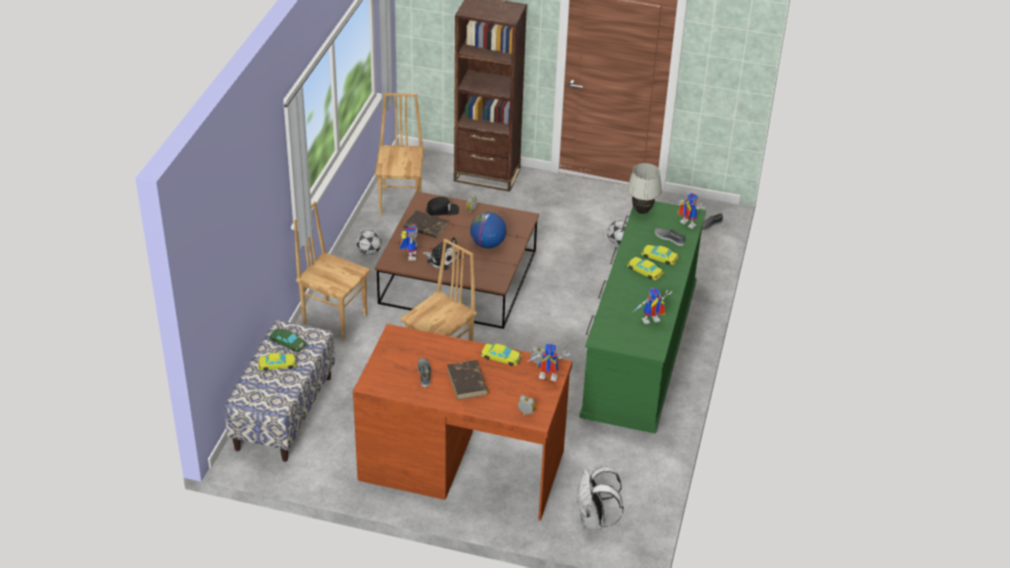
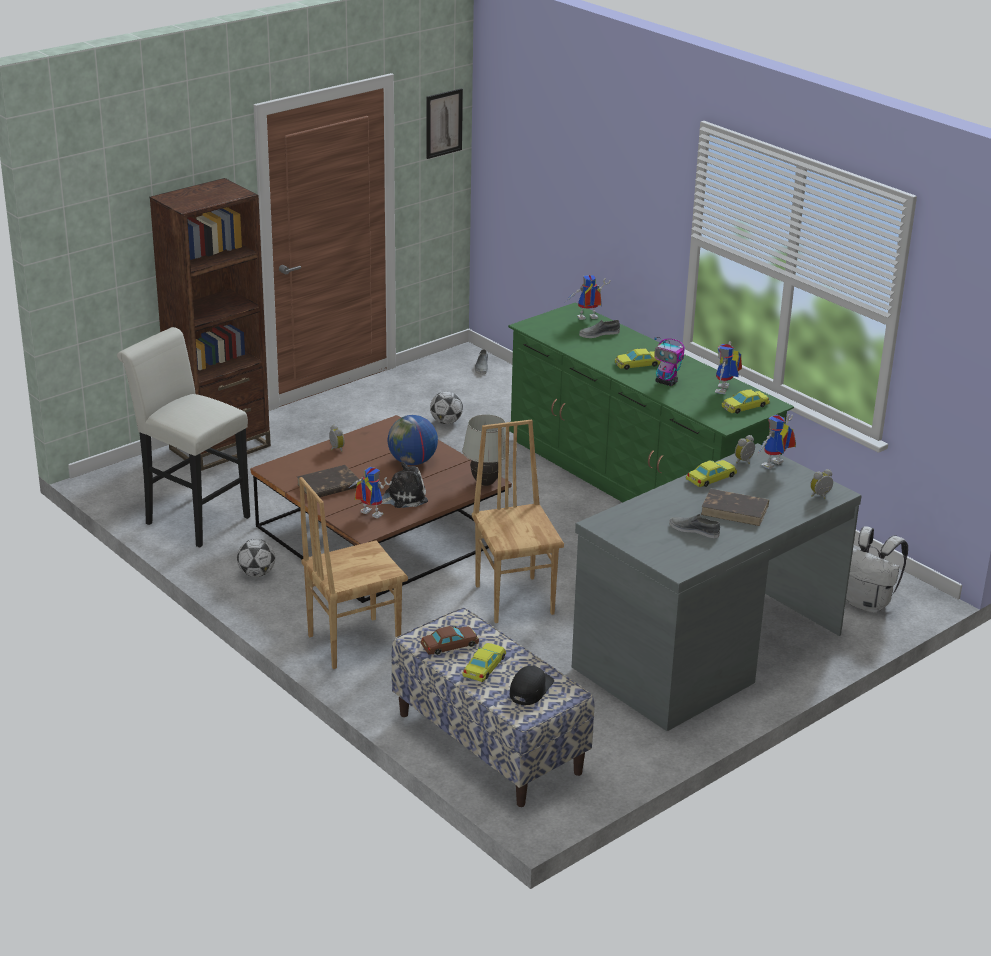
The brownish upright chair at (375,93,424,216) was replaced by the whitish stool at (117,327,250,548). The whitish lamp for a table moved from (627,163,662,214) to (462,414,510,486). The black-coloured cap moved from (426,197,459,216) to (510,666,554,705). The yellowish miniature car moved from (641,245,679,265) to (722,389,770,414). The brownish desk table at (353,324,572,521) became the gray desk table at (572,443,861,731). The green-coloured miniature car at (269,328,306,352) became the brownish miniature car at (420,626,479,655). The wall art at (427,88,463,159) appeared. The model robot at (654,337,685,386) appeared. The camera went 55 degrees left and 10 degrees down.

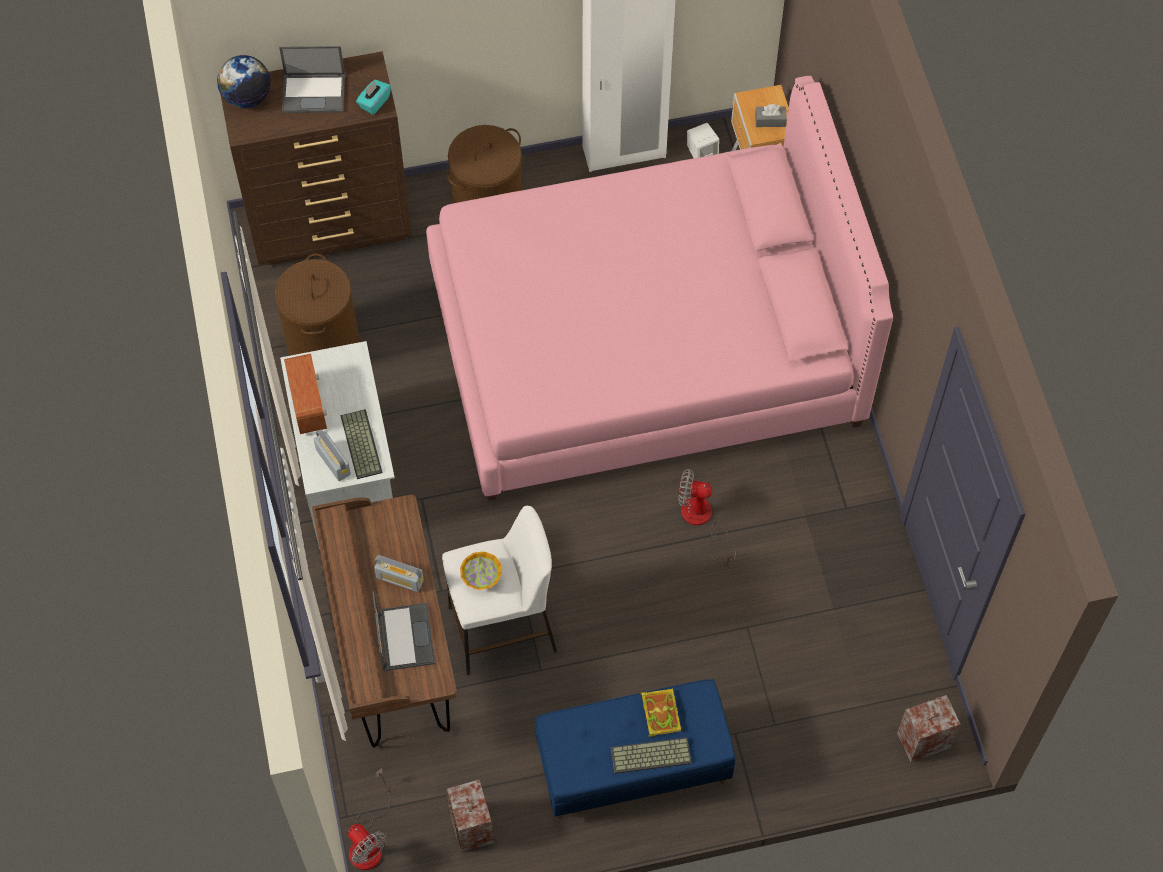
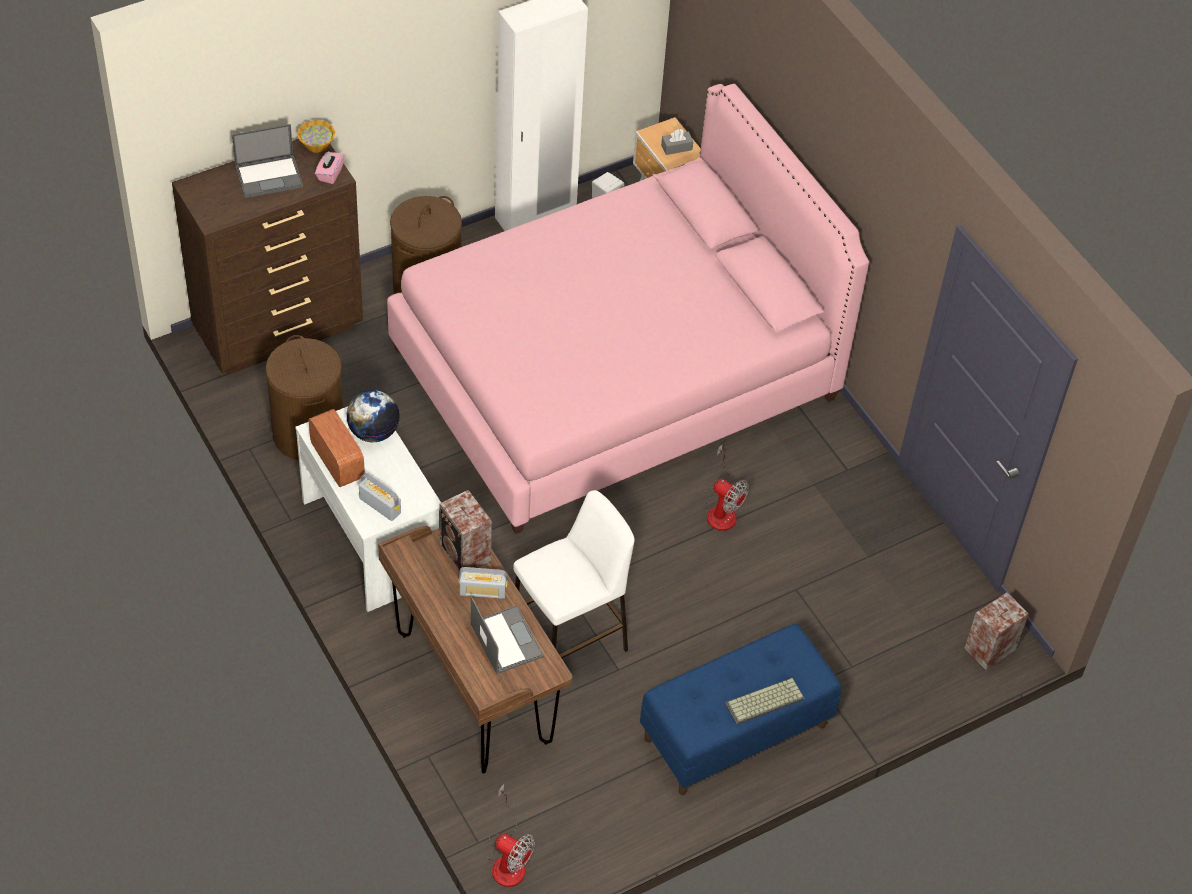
The globe moved from (217,55,271,108) to (347,390,400,442). The turquoise-coloured box of tissues at (356,79,391,115) became the pink-coloured box of tissues at (315,151,344,184). The PC keyboard at (340,409,383,479) disappeared. The electric fan at (678,469,736,565) turned 135 degrees counterclockwise. The serving bowl moved from (460,552,502,590) to (297,120,335,153). The book at (640,689,681,737) disappeared. The loudspeaker moved from (446,780,494,852) to (439,490,492,571). The camera went 20 degrees left and 10 degrees down.

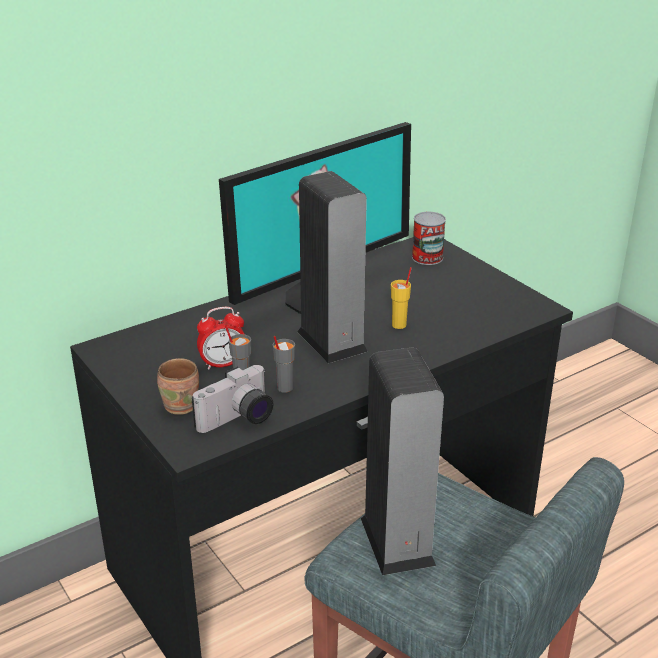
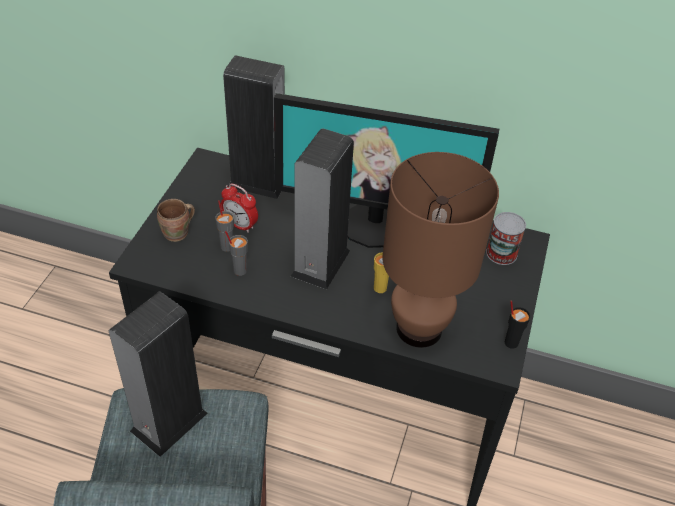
The still camera at (192,365,273,433) disappeared. The loudspeaker at (223,55,285,199) appeared. The brownish lamp for a table at (382,152,499,348) appeared. The black-coloured cup at (505,300,531,349) appeared. The camera went 50 degrees right and 15 degrees up.

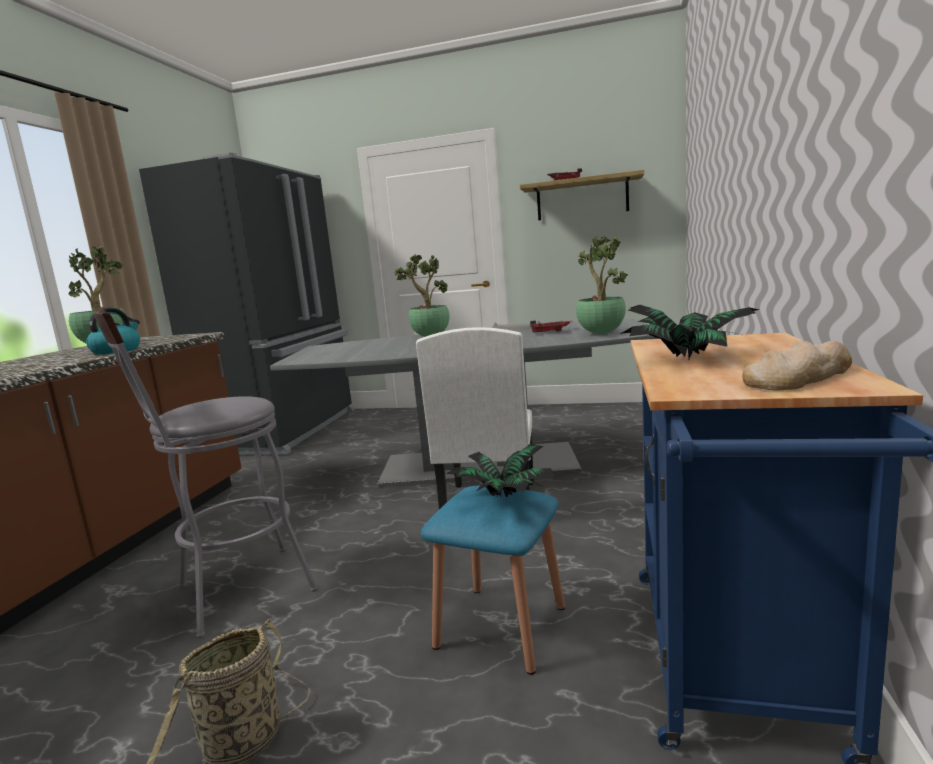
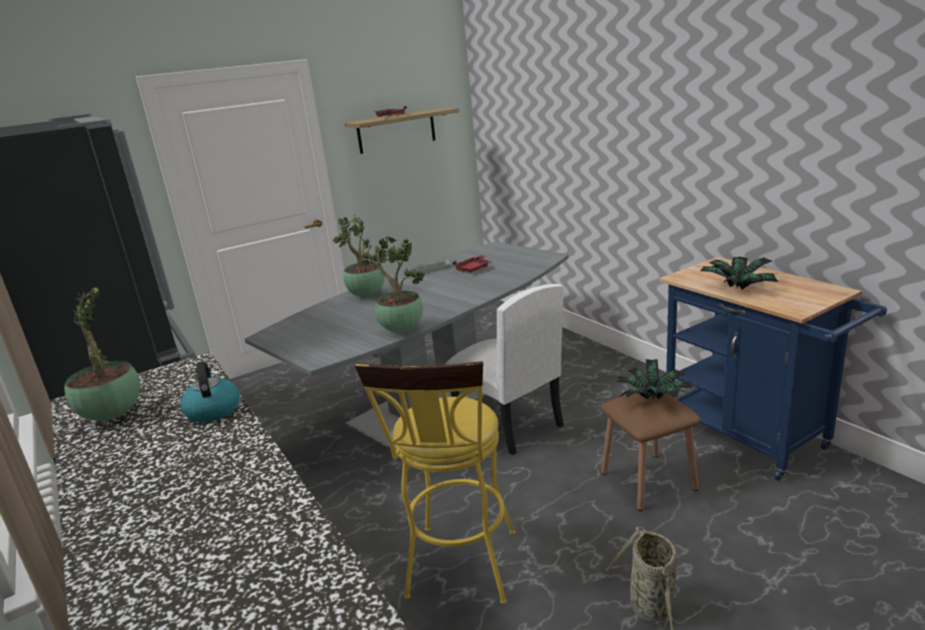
The potted plant moved from (576,236,628,334) to (362,236,425,333). The gray stool at (93,309,318,638) became the yellowish stool at (354,361,515,605). The bakery bread at (742,340,852,391) disappeared. The bluish stool at (421,486,565,675) became the brownish stool at (601,393,701,511). The camera went 45 degrees left and 10 degrees up.

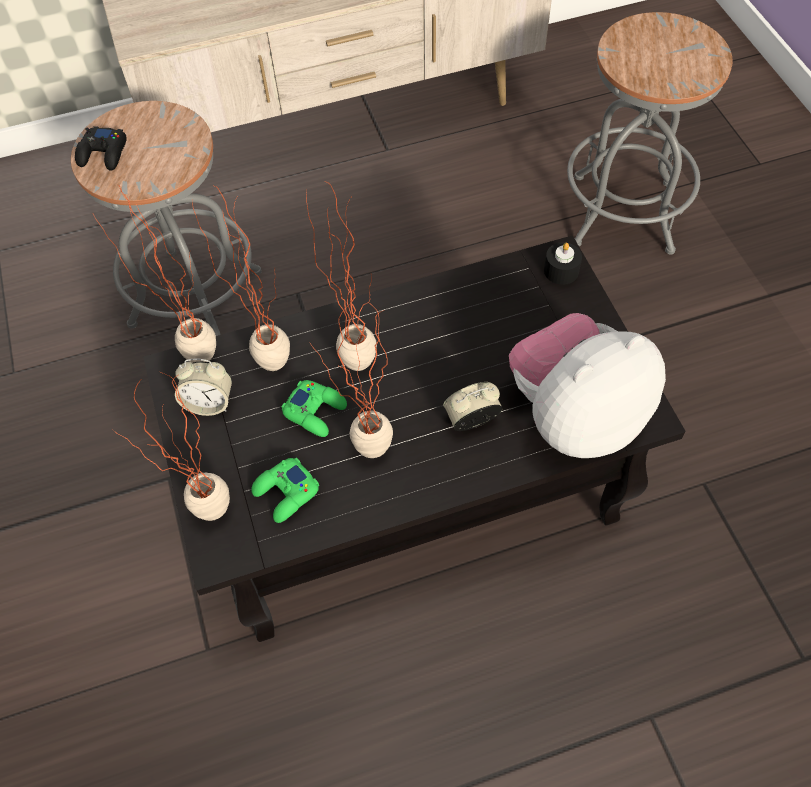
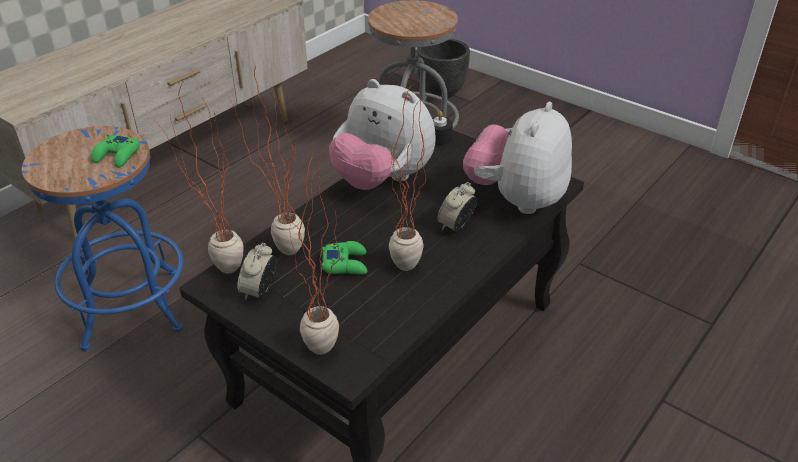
The gray stool at (71,101,262,336) became the bluish stool at (22,126,183,351). The black-coloured game controller at (75,126,127,171) disappeared. The potted plant at (306,181,377,371) disappeared. The bedside clock at (175,359,232,416) turned 135 degrees clockwise. The green-coloured game controller moved from (251,457,319,523) to (91,133,140,168). The black-coloured plant pot at (417,38,470,98) appeared. The cuddly toy at (329,79,436,190) appeared. The camera went 35 degrees left and 20 degrees down.

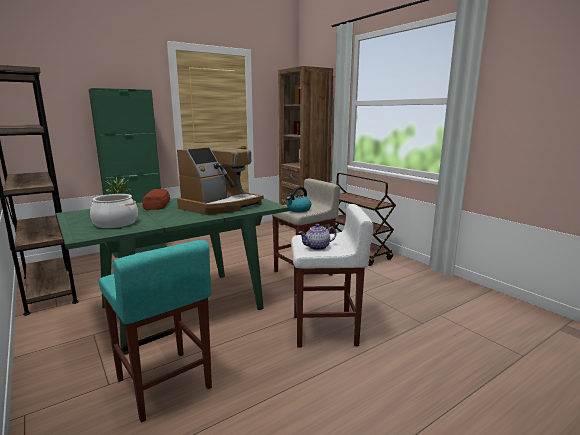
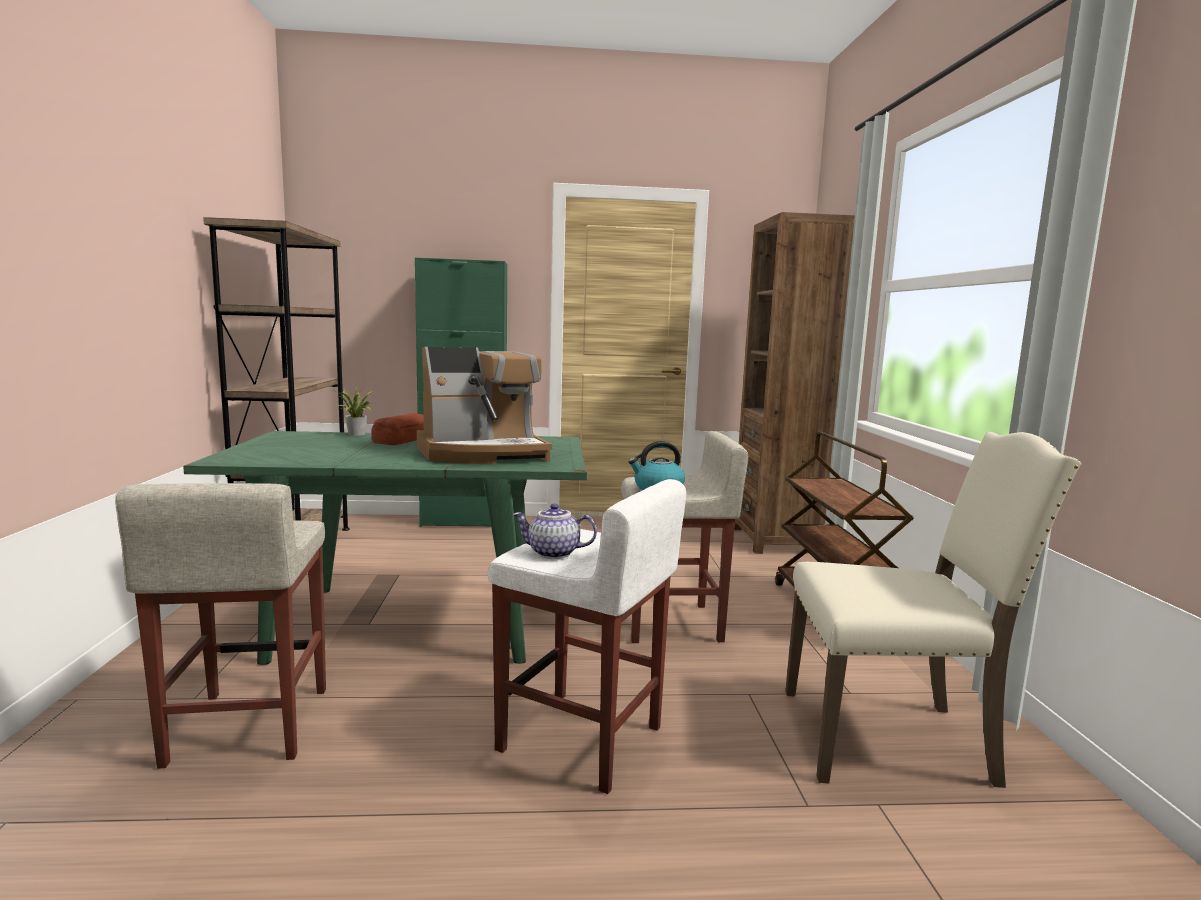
The stockpot at (90,194,138,228) disappeared. The turquoise-coloured stool at (99,240,212,423) became the sand-coloured stool at (115,483,326,769). The sand-coloured upright chair at (785,432,1082,788) appeared. The camera went 30 degrees right and 5 degrees down.

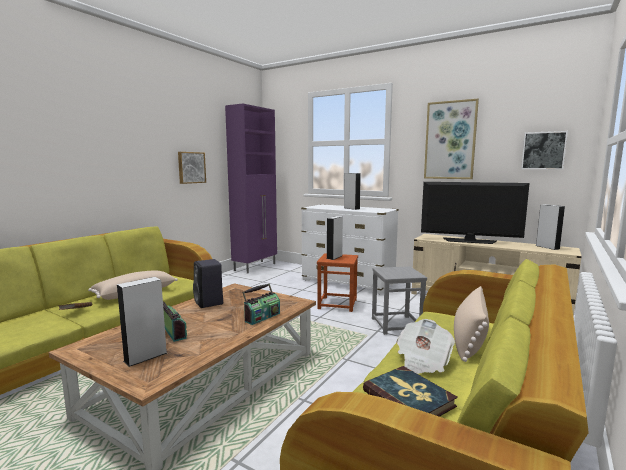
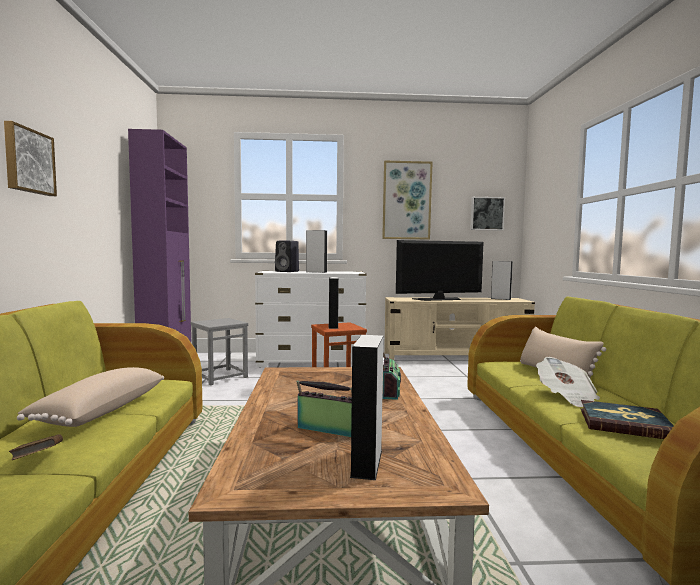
The wall art moved from (178,152,206,184) to (4,121,57,196). The black-coloured loudspeaker moved from (193,259,223,308) to (275,241,299,272). The gray stool moved from (372,266,427,335) to (190,318,248,385). The camera went 35 degrees left and 5 degrees down.

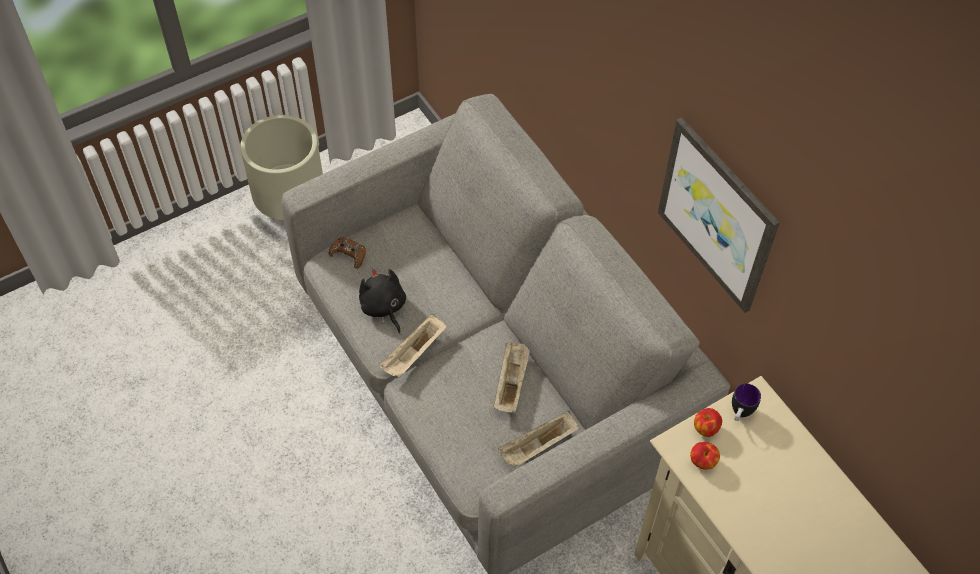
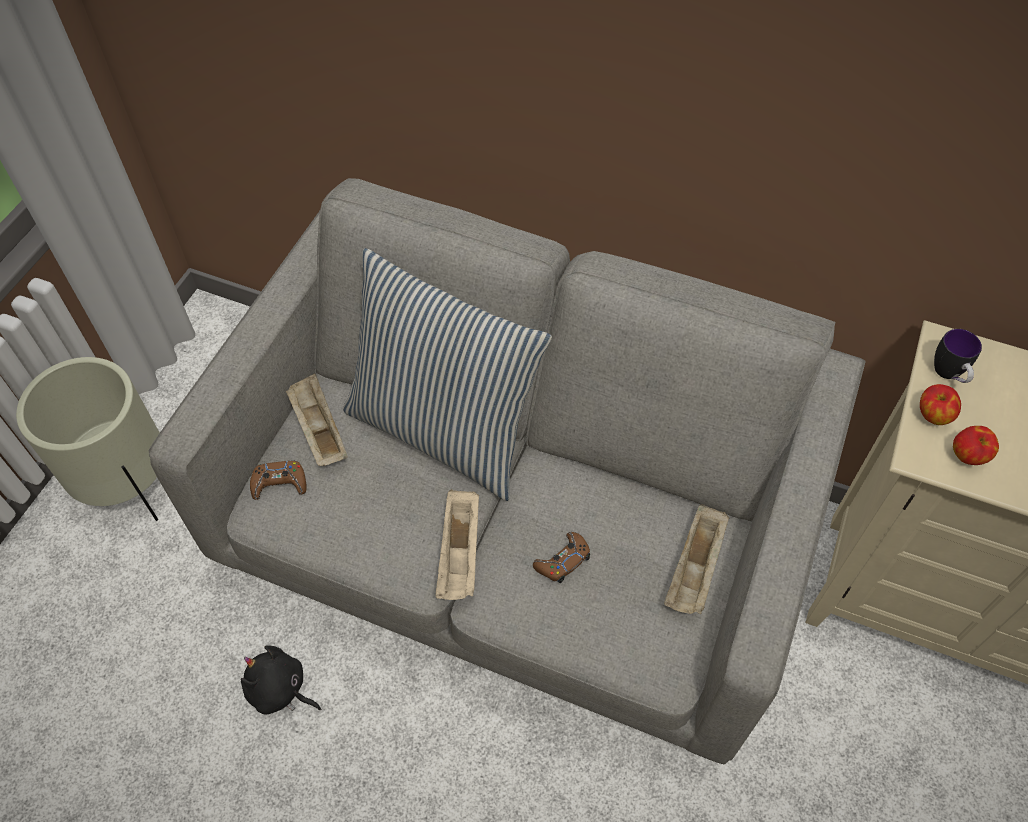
The wall art at (658,117,780,313) disappeared. The black-coloured cuddly toy moved from (359,268,406,333) to (241,645,321,714). The sand-coloured carrying tray moved from (494,343,530,413) to (286,374,348,466). The throw pillow at (343,248,552,501) appeared. The brownish game controller at (533,532,590,583) appeared. The camera went 35 degrees left and 0 degrees up.

